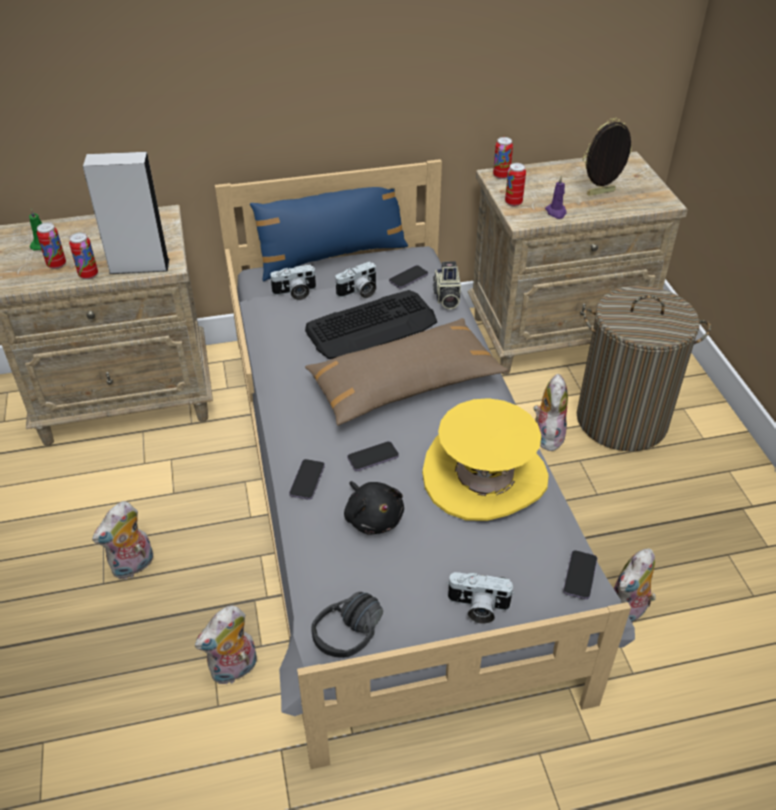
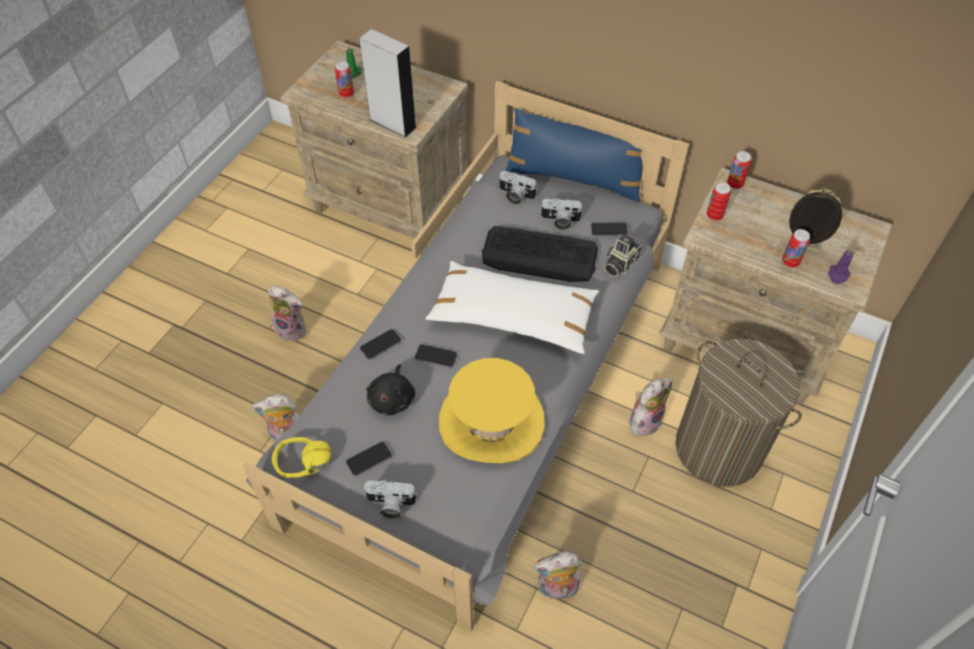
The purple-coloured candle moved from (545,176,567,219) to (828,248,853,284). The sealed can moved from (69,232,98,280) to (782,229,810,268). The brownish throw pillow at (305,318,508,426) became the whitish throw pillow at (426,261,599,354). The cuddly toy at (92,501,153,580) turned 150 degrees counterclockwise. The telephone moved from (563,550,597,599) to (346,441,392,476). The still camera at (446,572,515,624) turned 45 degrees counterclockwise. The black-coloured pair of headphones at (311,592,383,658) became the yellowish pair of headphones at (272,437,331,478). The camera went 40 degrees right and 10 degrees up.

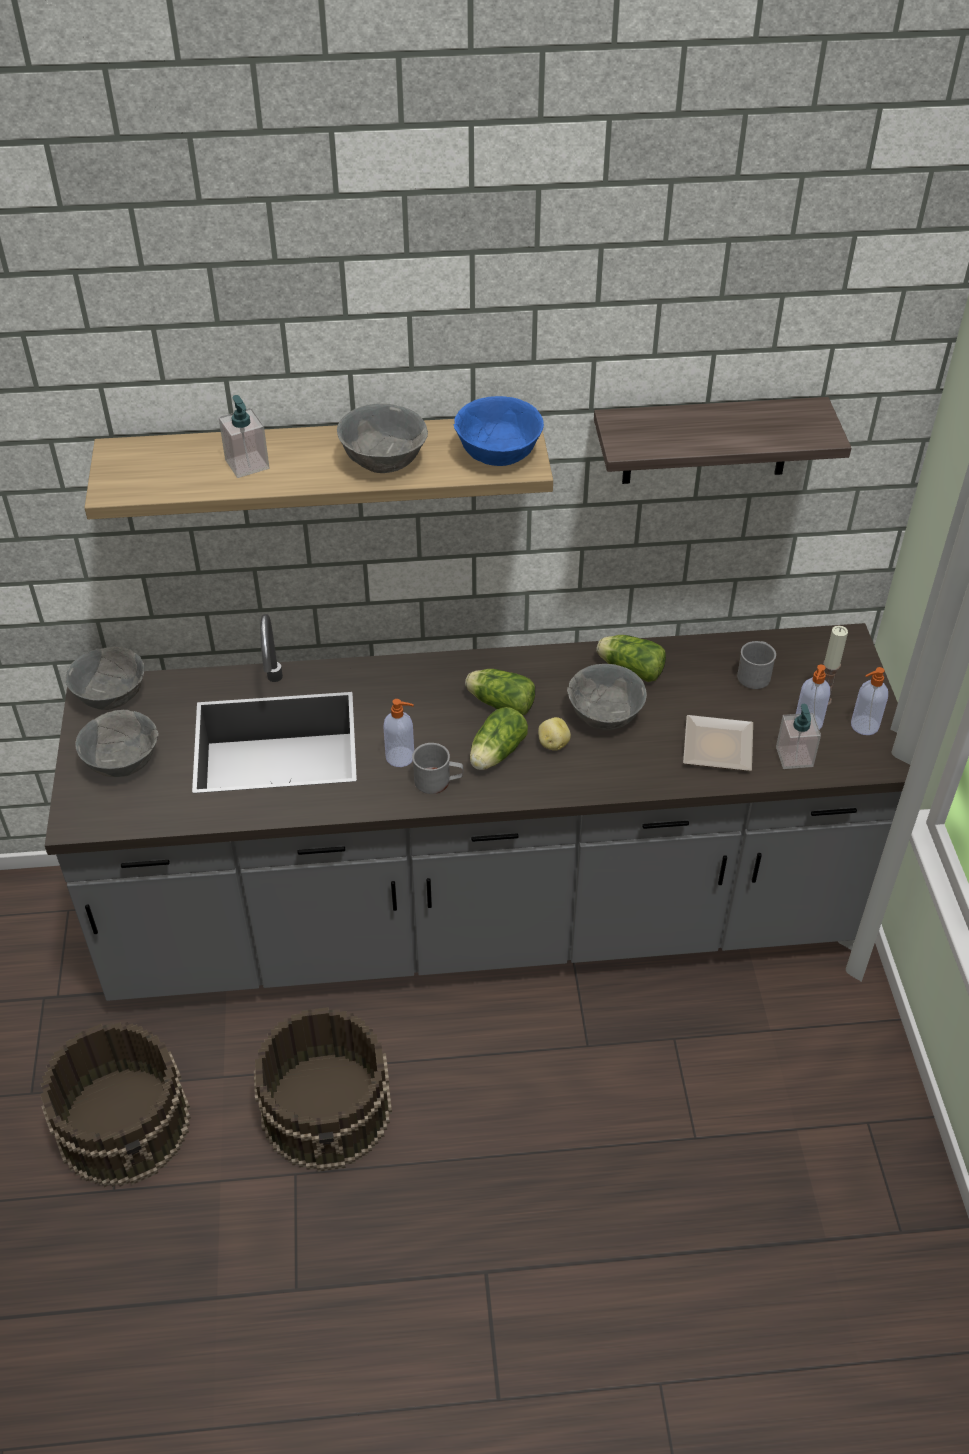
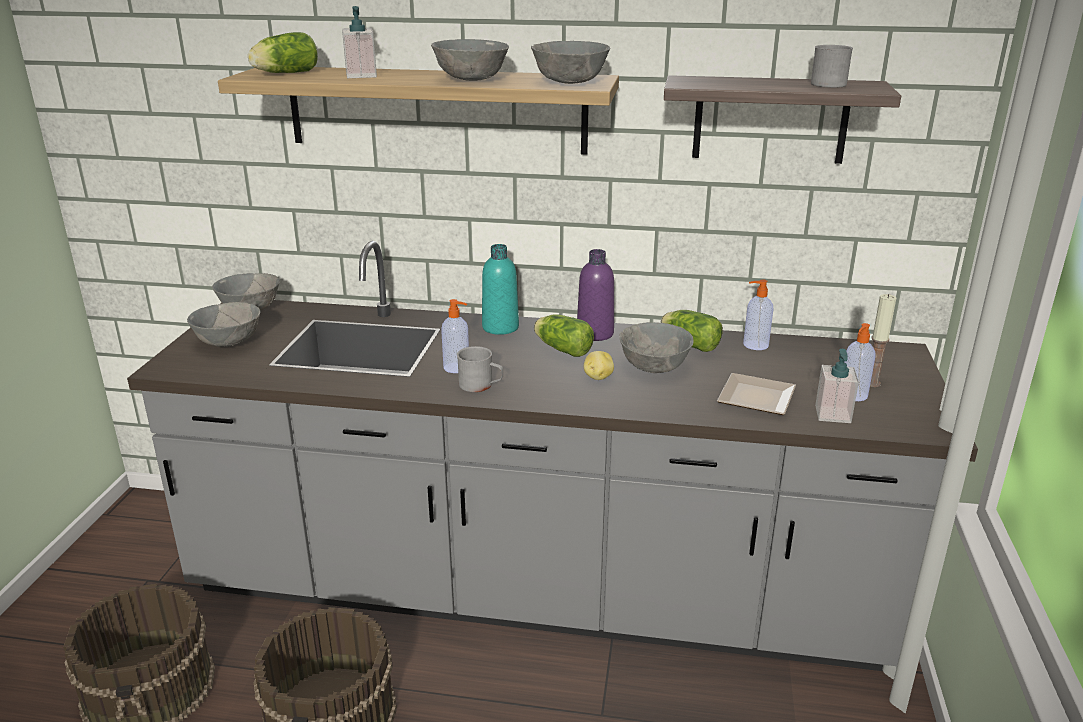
The bluish serving bowl at (454,396,544,466) became the gray serving bowl at (531,41,610,84). The gray tea mug moved from (737,641,776,689) to (811,45,853,88). The soap dispenser moved from (851,667,888,735) to (743,279,774,350). The lettuce moved from (470,707,528,770) to (248,32,318,73). The turquoise-coloured beverage bottle at (482,244,519,335) appeared. The purple-coloured beverage bottle at (577,249,614,341) appeared. The camera went 15 degrees right and 20 degrees down.

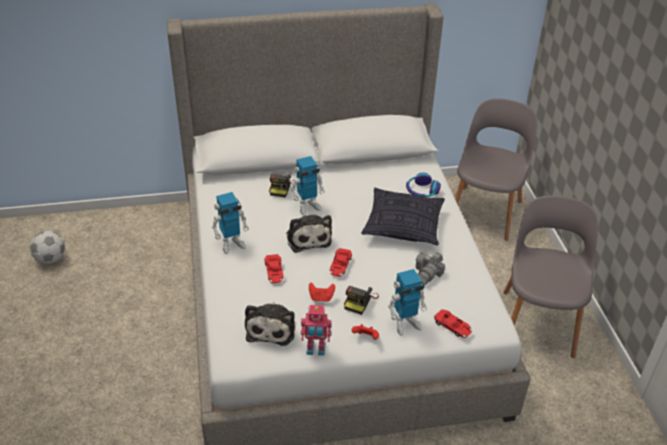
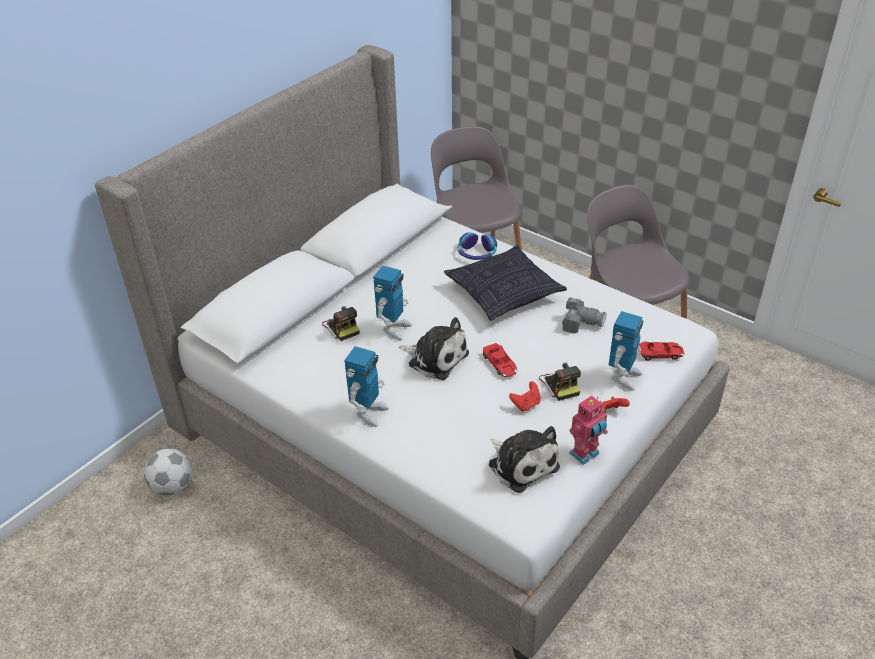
The football ball moved from (30,231,65,264) to (144,448,192,495). The still camera at (416,252,445,285) turned 60 degrees counterclockwise. The red-coloured miniature car at (264,254,284,283) disappeared. The camera went 40 degrees left and 0 degrees up.

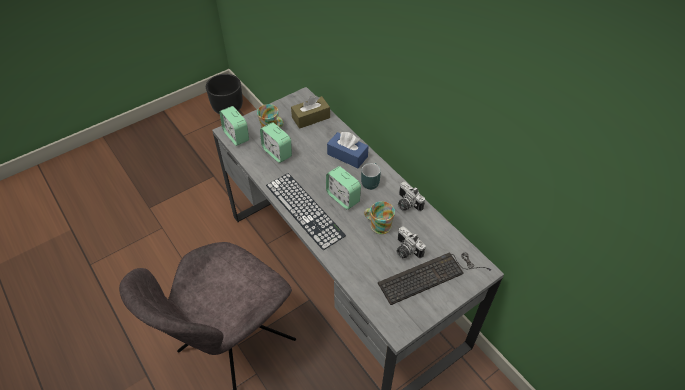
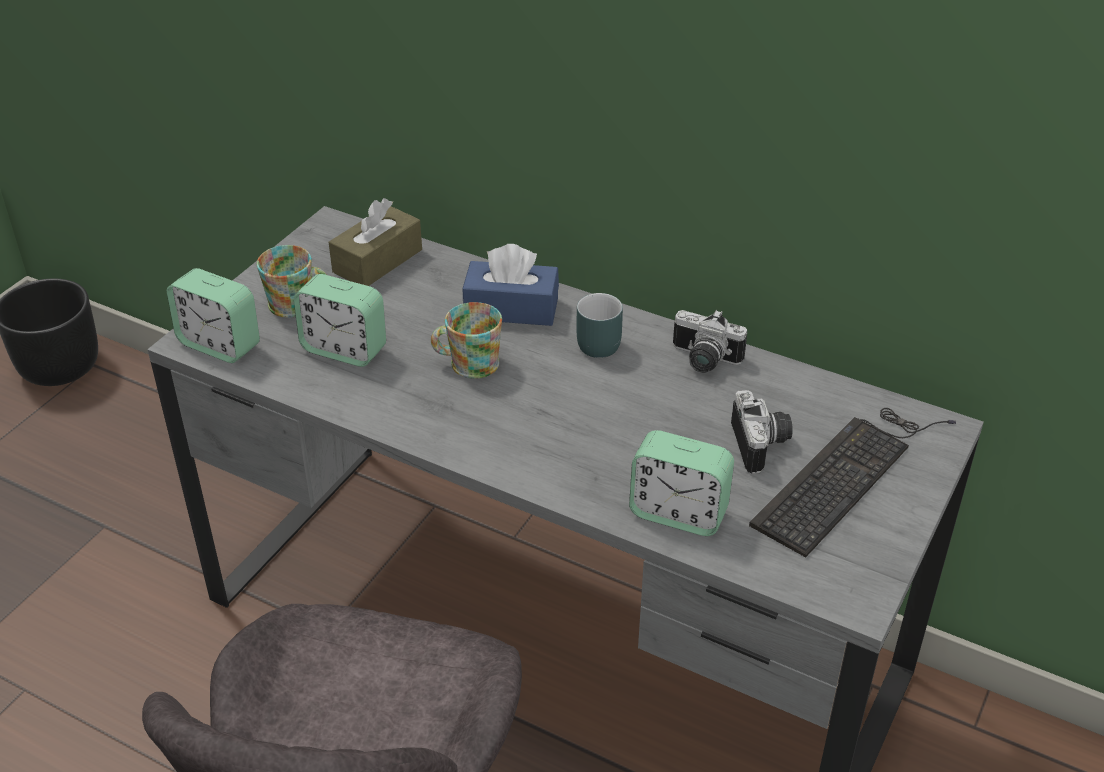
The bedside clock moved from (326,166,361,210) to (629,430,734,536). The PC keyboard at (266,173,346,250) disappeared. The tea mug moved from (364,201,395,234) to (431,302,502,379). The still camera at (397,226,426,258) turned 120 degrees counterclockwise. The camera went 25 degrees left and 10 degrees down.

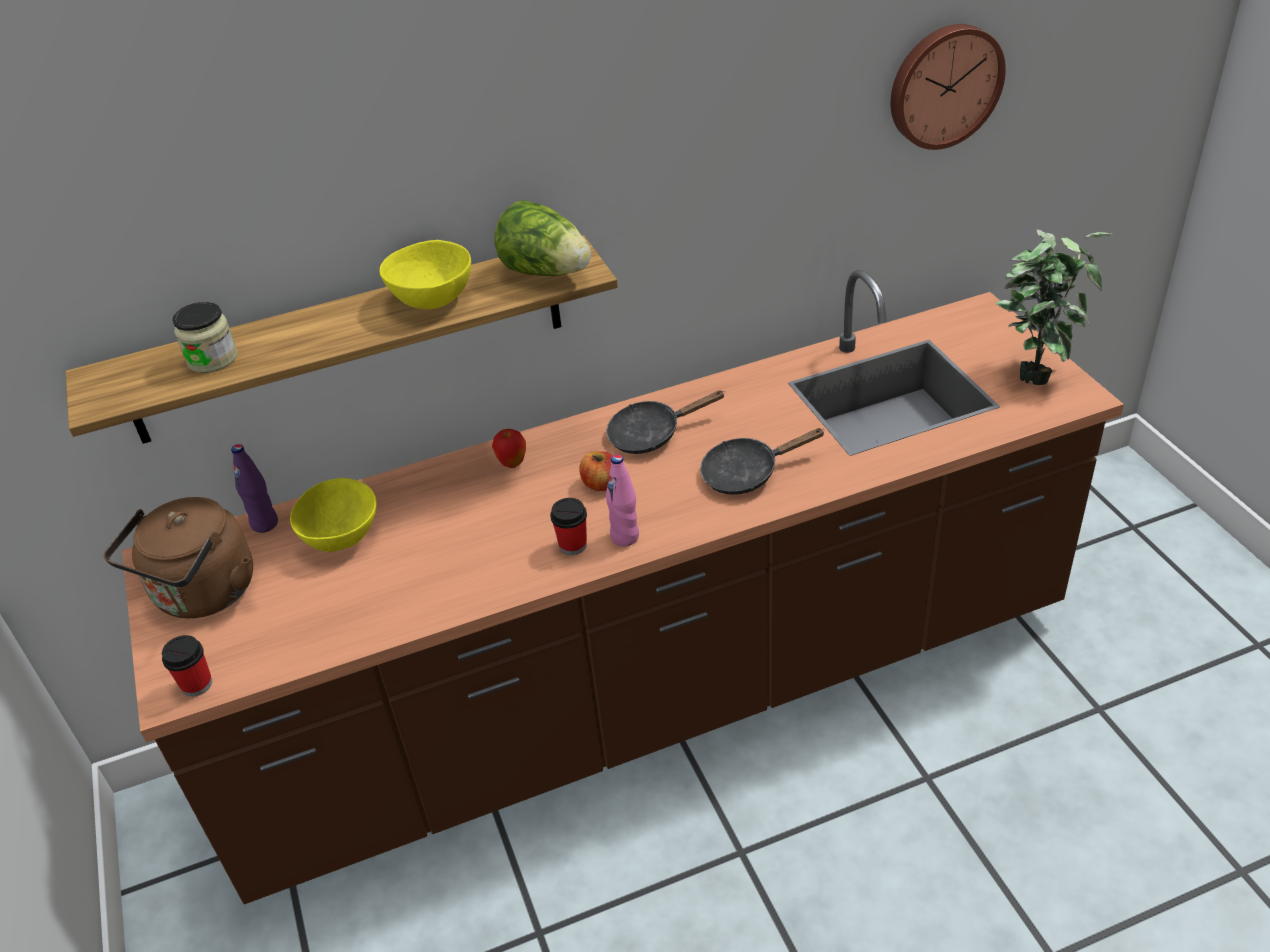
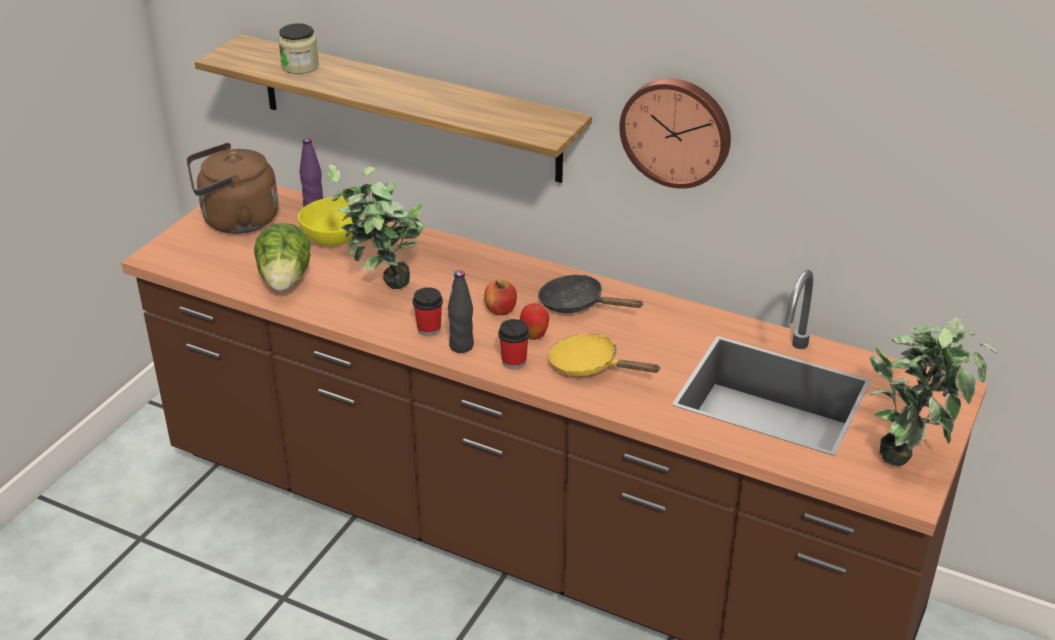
The clock on the wall moved from (891,24,1006,150) to (619,78,731,189). The lettuce moved from (494,200,591,276) to (254,223,311,291). The yellowish serving bowl at (380,240,471,309) disappeared. The black-coloured pan at (700,428,825,495) became the yellowish pan at (549,334,661,376). The apple fruit moved from (492,429,526,468) to (520,303,550,340). The pink-coloured beverage bottle at (606,454,639,546) became the black-coloured beverage bottle at (448,270,474,353). The cup moved from (162,635,212,697) to (498,319,530,369). The potted plant at (327,165,426,289) appeared. The camera went 45 degrees right and 5 degrees down.

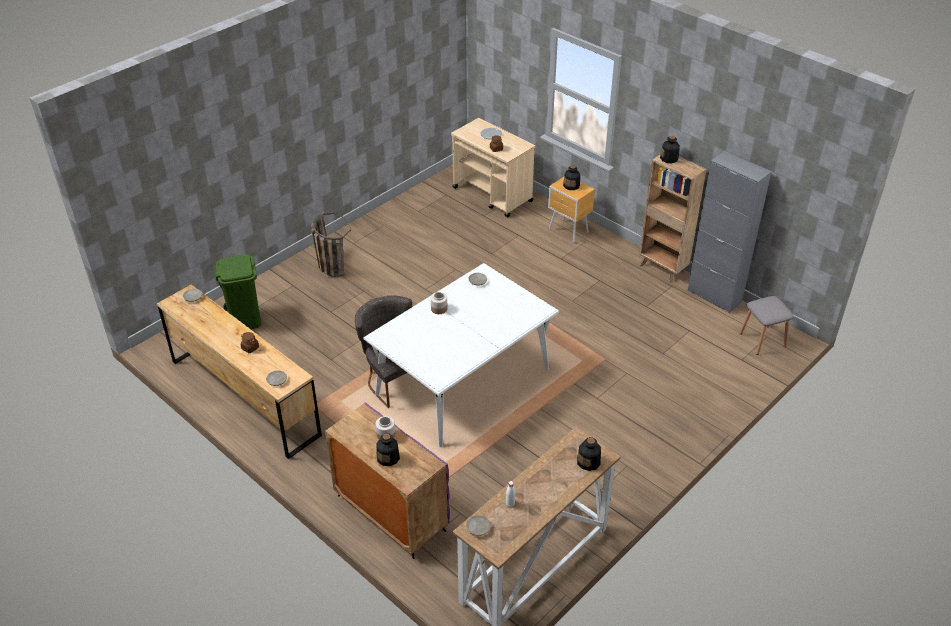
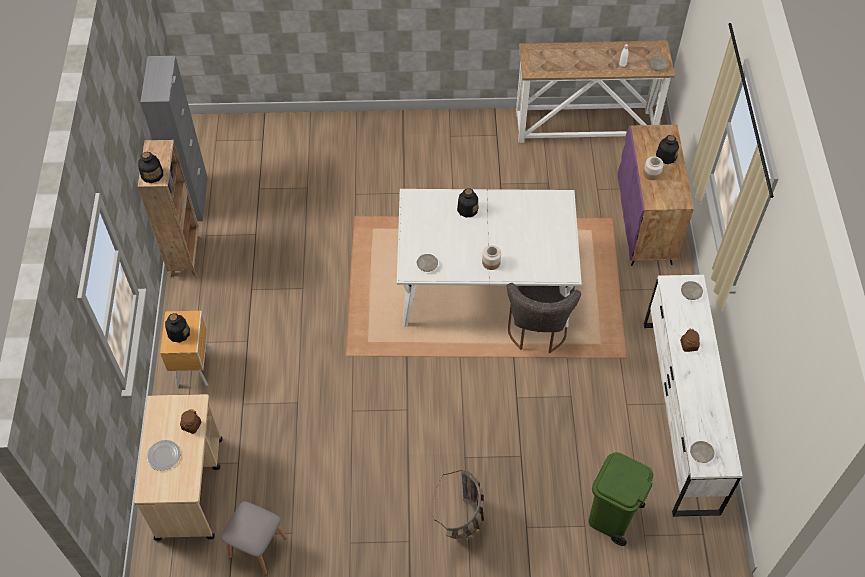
The brownish chest of drawers at (157,284,322,459) became the whitish chest of drawers at (644,275,743,517). The gray stool moved from (739,296,794,355) to (221,501,287,575). The beverage bottle moved from (577,437,601,471) to (457,188,478,218). The camera went 135 degrees left and 15 degrees up.

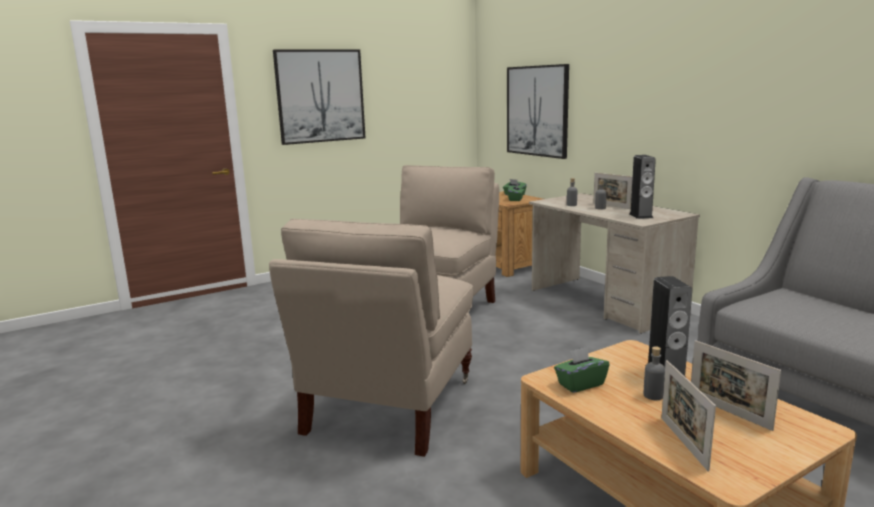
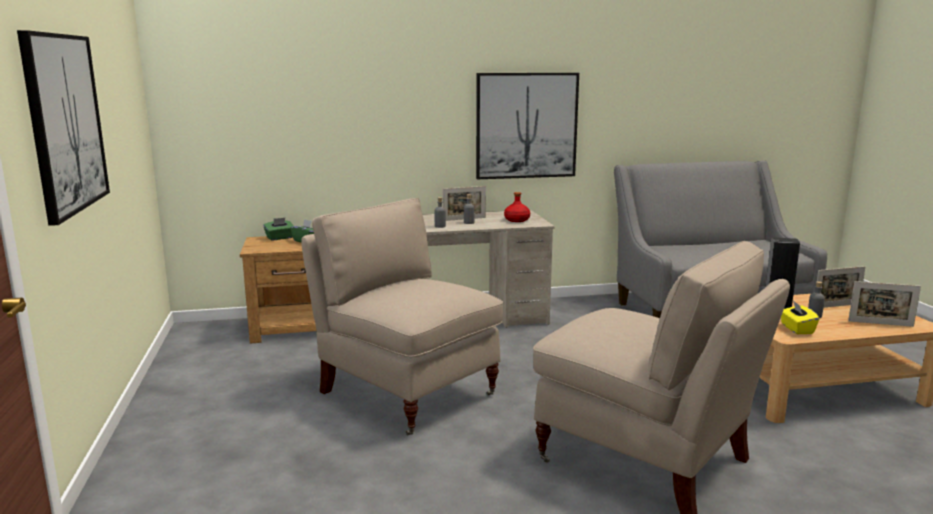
The wall art moved from (507,64,569,159) to (476,73,579,179). The loudspeaker at (629,155,656,219) was replaced by the red-coloured beverage bottle at (504,192,530,222). The green-coloured box of tissues at (554,347,610,393) became the yellowish box of tissues at (781,301,819,334). The camera went 70 degrees left and 0 degrees up.

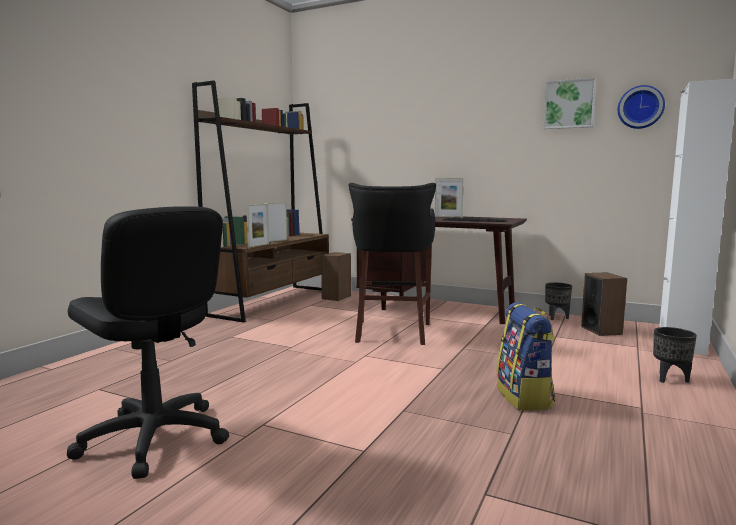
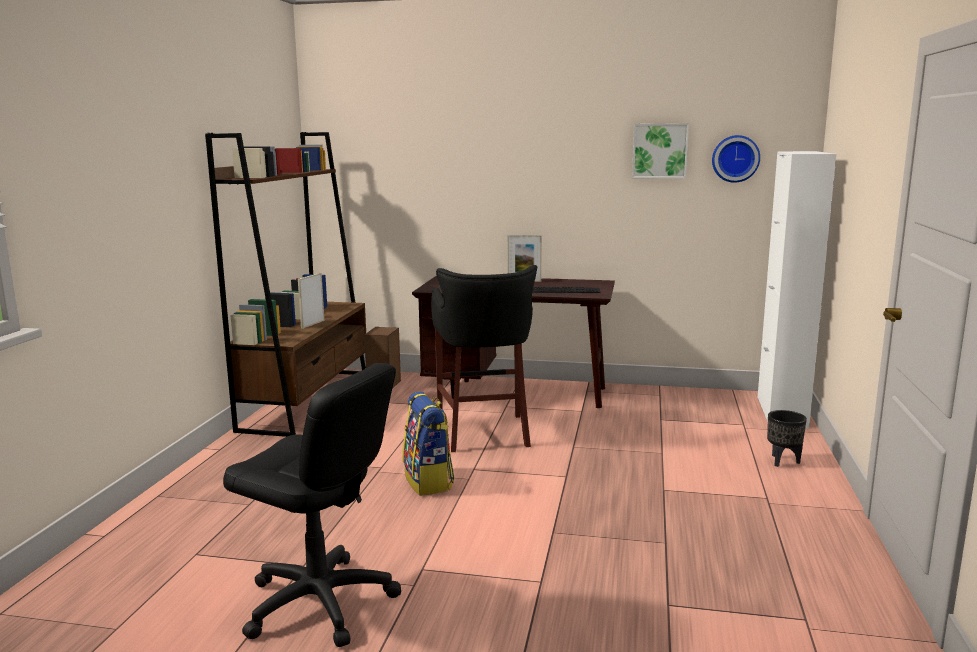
The photo frame at (246,204,269,247) disappeared. The loudspeaker at (581,272,627,336) disappeared. The black-coloured plant pot at (545,282,572,320) disappeared. The knapsack moved from (496,302,555,411) to (402,392,455,496). The camera went 15 degrees left and 5 degrees up.

